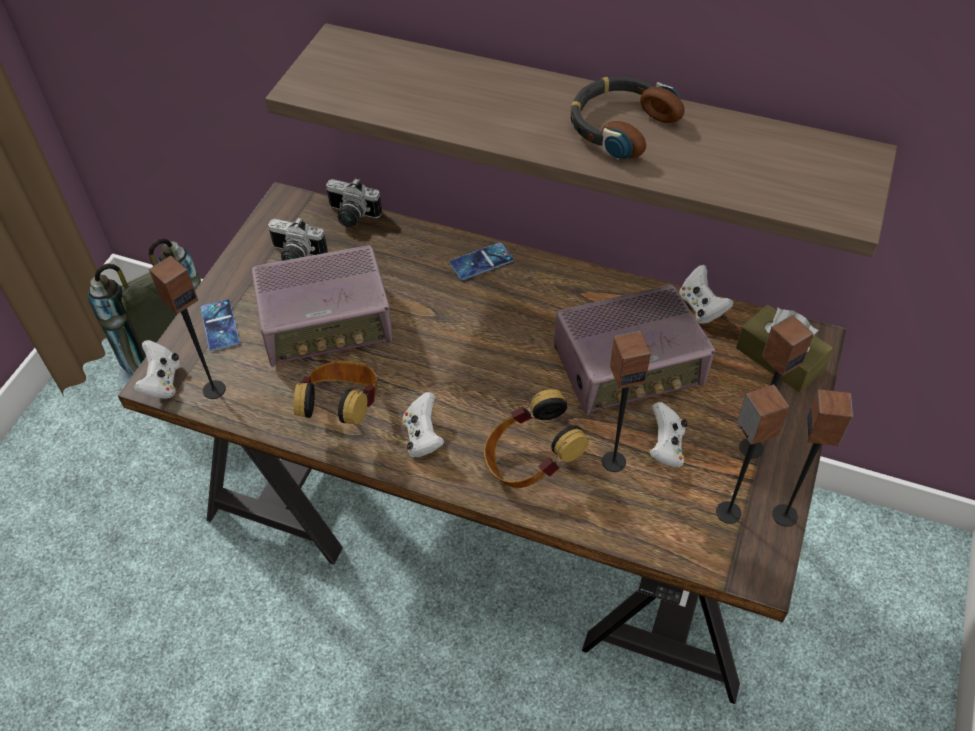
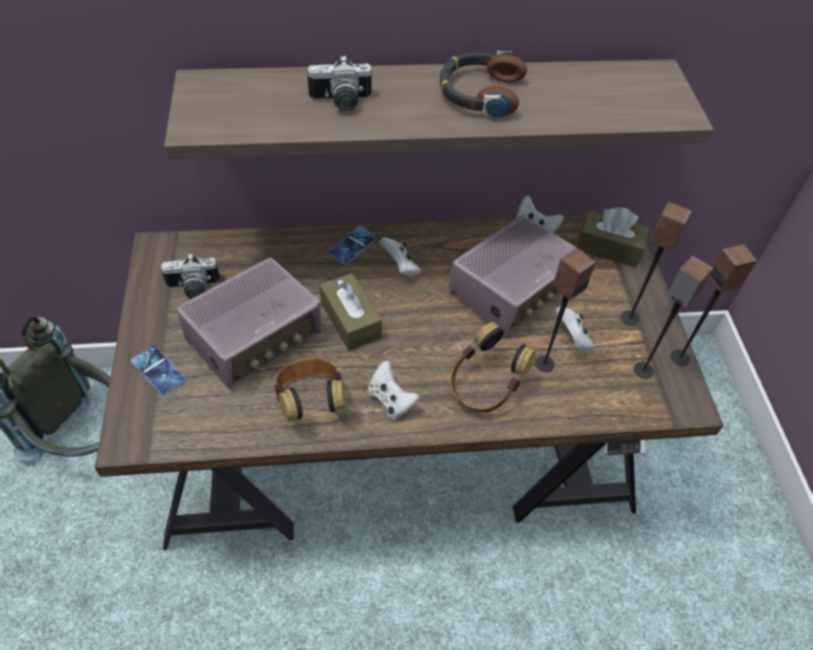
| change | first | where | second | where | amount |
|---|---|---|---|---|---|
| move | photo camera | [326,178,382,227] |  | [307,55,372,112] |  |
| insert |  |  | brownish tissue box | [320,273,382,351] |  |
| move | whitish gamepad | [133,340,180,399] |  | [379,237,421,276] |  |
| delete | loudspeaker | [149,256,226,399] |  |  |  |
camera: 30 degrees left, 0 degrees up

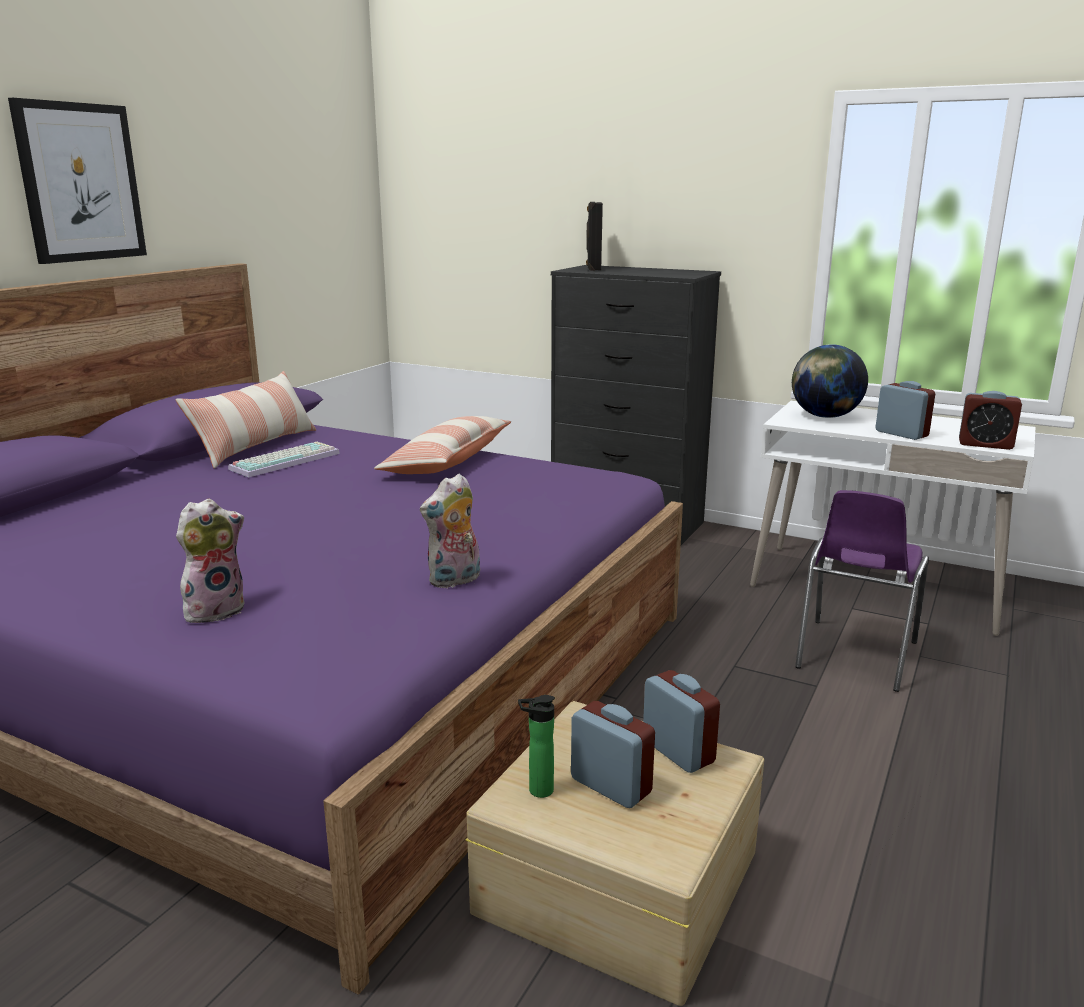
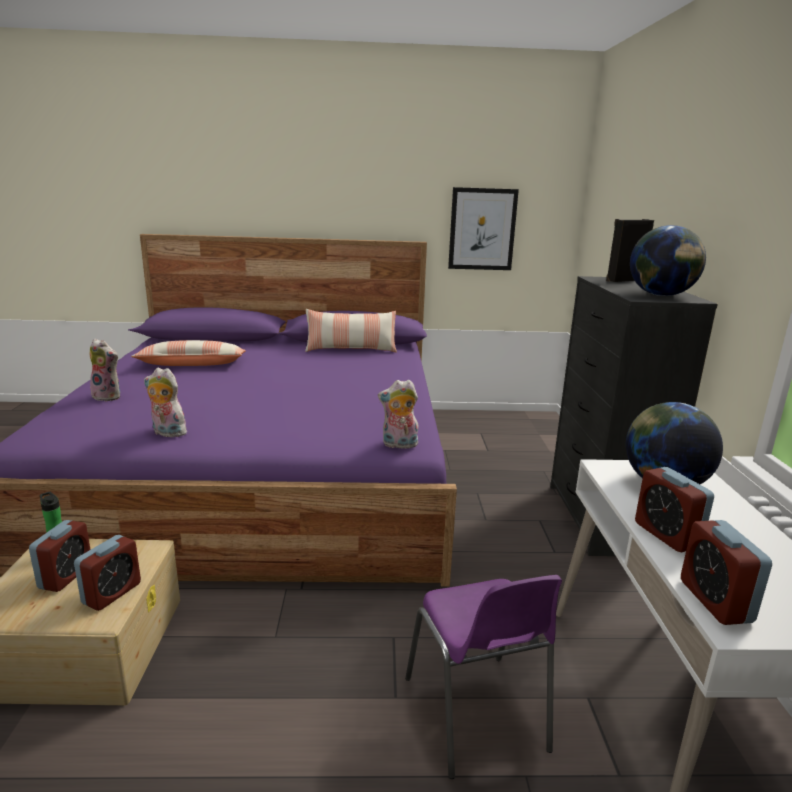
| change | first | where | second | where | amount |
|---|---|---|---|---|---|
| move | pillow | [374,416,511,474] |  | [131,340,246,366] |  |
| insert |  |  | plush toy | [378,380,419,449] |  |
| rotate | purplish plain chair | [795,490,929,692] |  | [405,575,562,779] | 105 degrees counterclockwise |
| move | picture | [8,98,147,264] |  | [448,187,519,270] |  |
| insert |  |  | world globe | [630,225,706,296] |  |
| rotate | alarm clock | [875,381,935,440] |  | [635,467,714,552] | 135 degrees clockwise |
| delete | PC keyboard | [228,442,340,477] |  |  |  |
camera: 60 degrees right, 0 degrees up

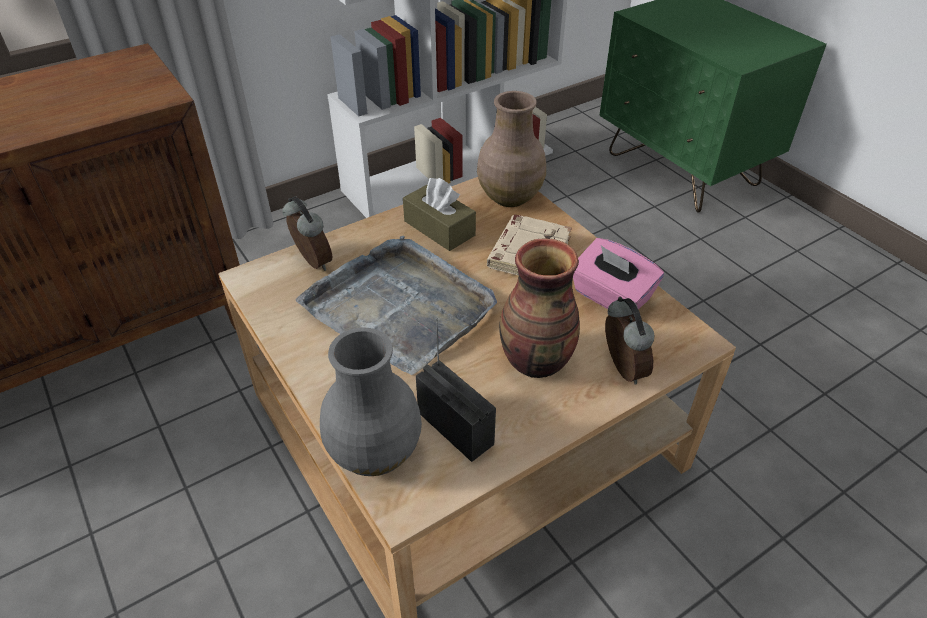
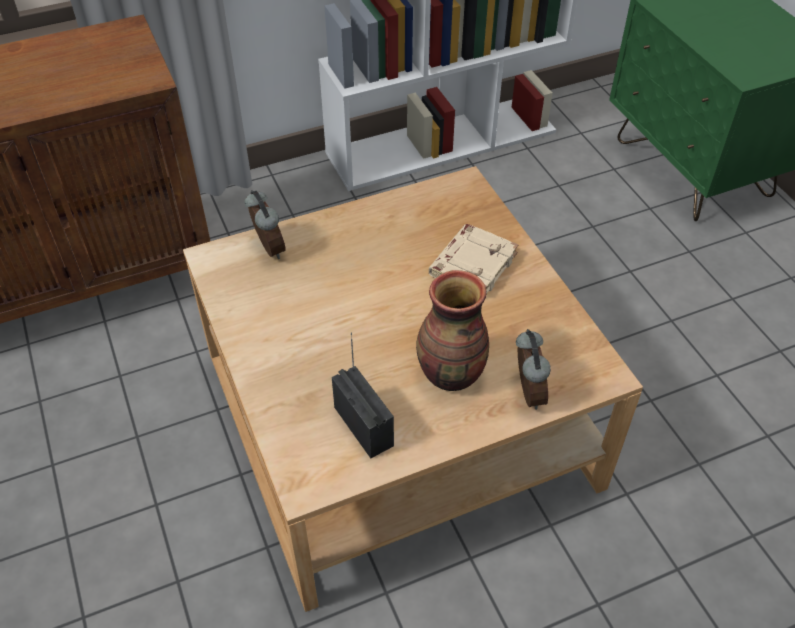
| change | first | where | second | where | amount |
|---|---|---|---|---|---|
| delete | gray tray | [296,236,497,375] |  |  |  |
| delete | gray decorative vase | [320,327,422,476] |  |  |  |
| delete | brownish tissue box | [403,178,476,251] |  |  |  |
| delete | brownish decorative vase | [477,91,546,207] |  |  |  |
| delete | pink-coloured tissue box | [573,238,664,309] |  |  |  |
camera: 10 degrees right, 5 degrees up

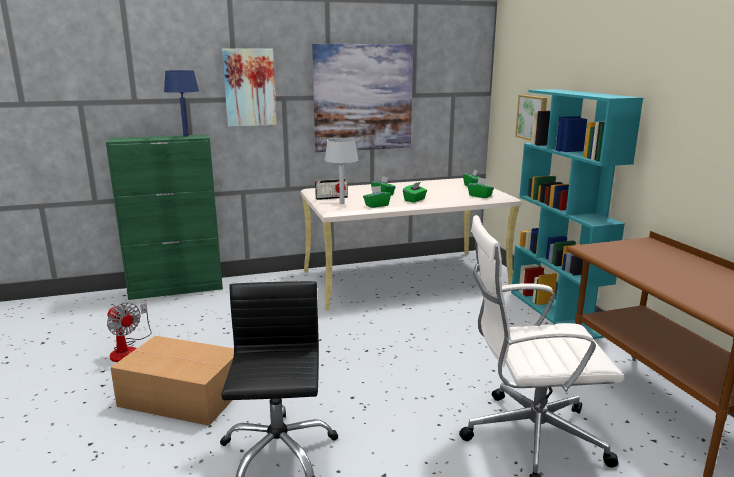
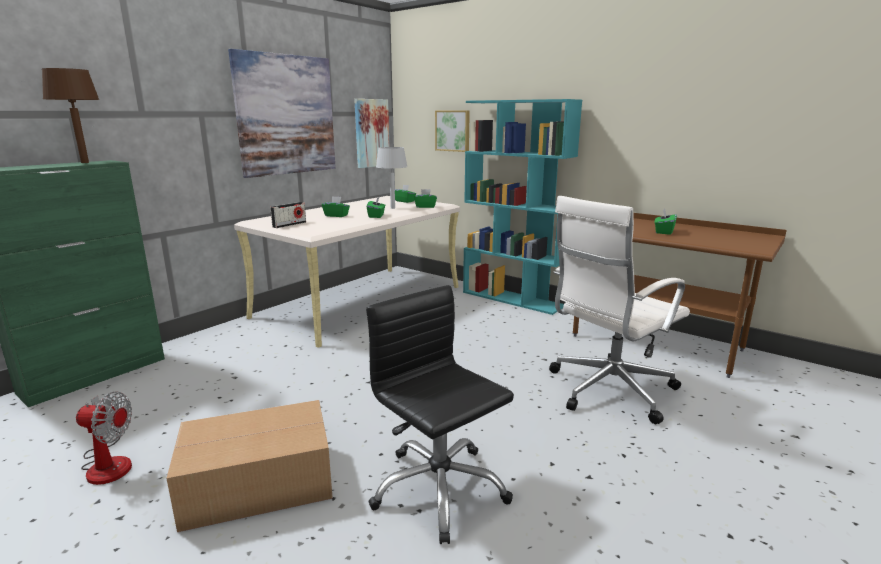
| change | first | where | second | where | amount |
|---|---|---|---|---|---|
| recolor | blue-coloured table lamp | [164,70,199,137] | brownish table lamp | [42,68,100,163] |  |
| move | picture | [222,49,277,127] |  | [354,99,390,168] |  |
| move | gray table lamp | [324,138,358,204] |  | [376,147,408,209] |  |
| move | greenish tissue box | [363,186,391,208] |  | [655,209,677,235] |  |
camera: 35 degrees left, 0 degrees up

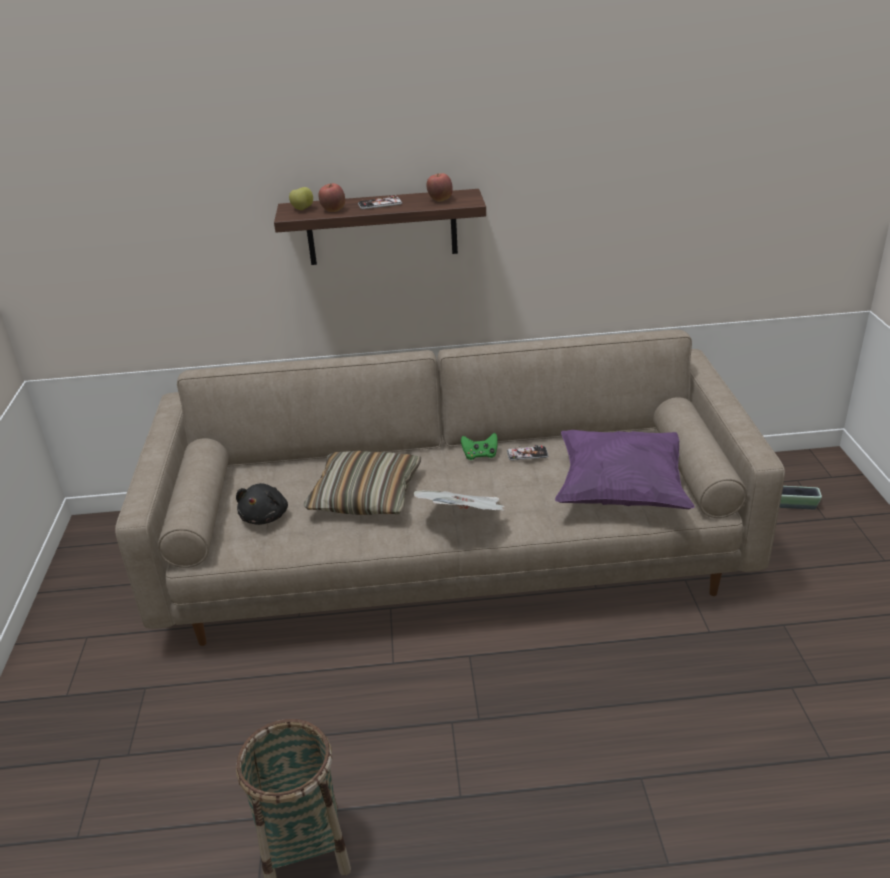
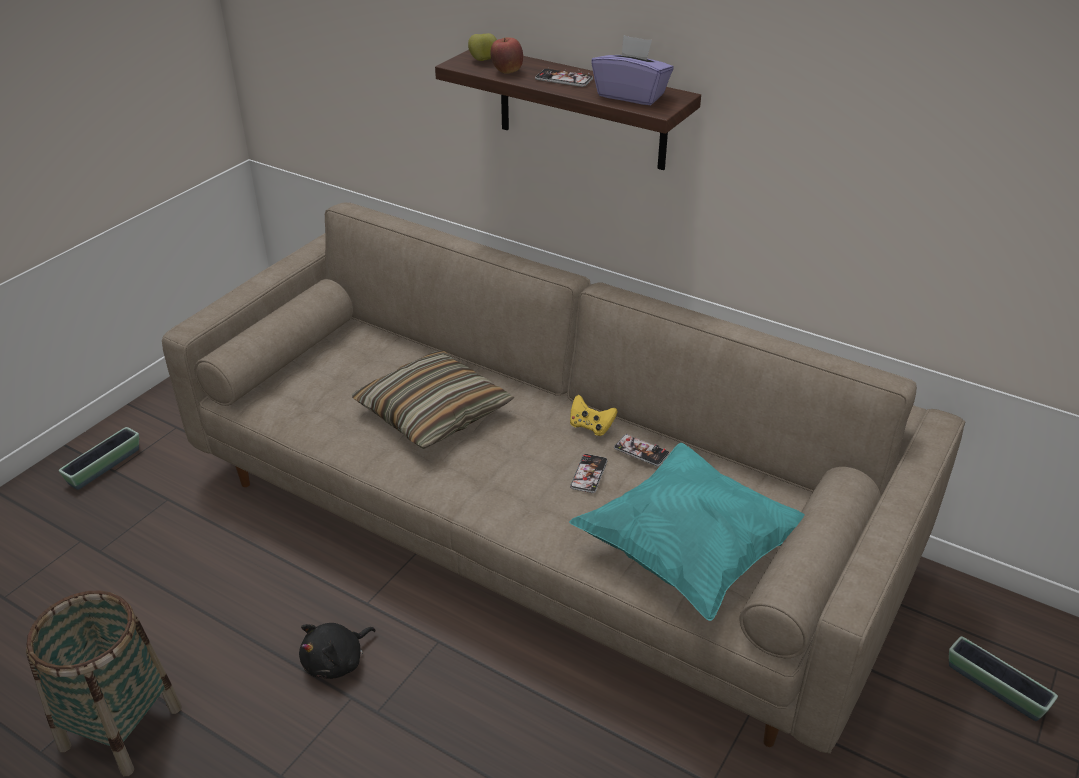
| change | first | where | second | where | amount |
|---|---|---|---|---|---|
| insert |  |  | planter | [59,427,139,490] |  |
| move | black plush toy | [236,483,288,525] |  | [299,623,376,679] |  |
| recolor | purplish pillow | [555,430,694,509] | turquoise pillow | [569,443,805,621] |  |
| recolor | greenish gamepad | [461,433,498,460] | yellowish gamepad | [570,394,618,436] |  |
| insert |  |  | telephone | [570,454,608,493] |  |
| replace | apple | [427,173,453,201] | purplish tissue box | [591,35,674,105] |  |
| delete | printed paper | [414,491,505,511] |  |  |  |
camera: 35 degrees right, 5 degrees up

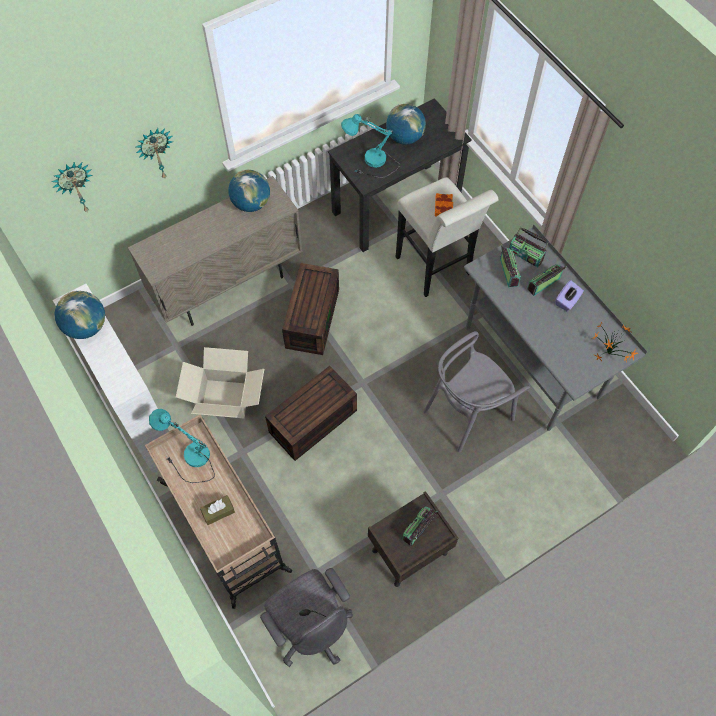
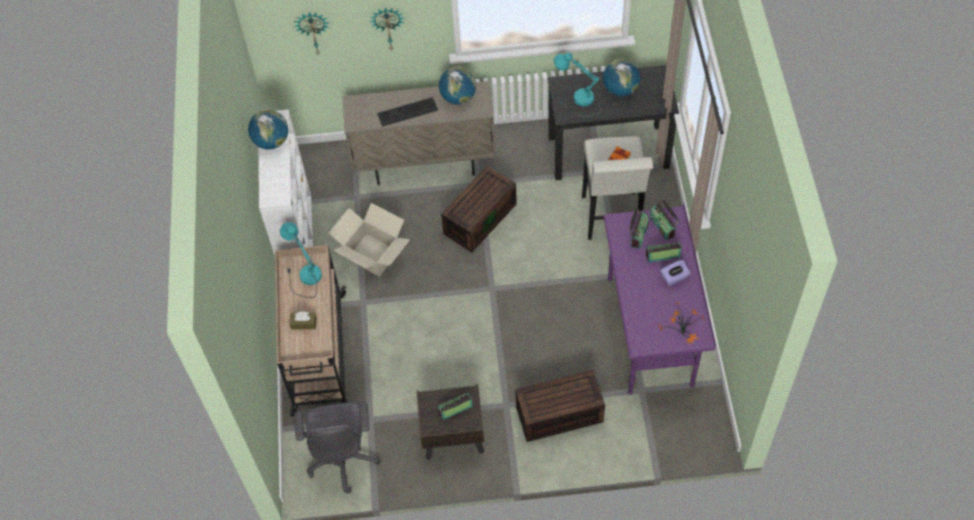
| change | first | where | second | where | amount |
|---|---|---|---|---|---|
| insert |  |  | PC keyboard | [377,97,438,127] |  |
| move | brownish storage container | [265,366,357,461] |  | [515,370,605,442] |  |
| recolor | gray desk table | [464,224,648,431] | purplish desk table | [604,204,716,395] |  |
| delete | gray plain chair | [424,331,530,452] |  |  |  |
camera: 30 degrees right, 5 degrees down

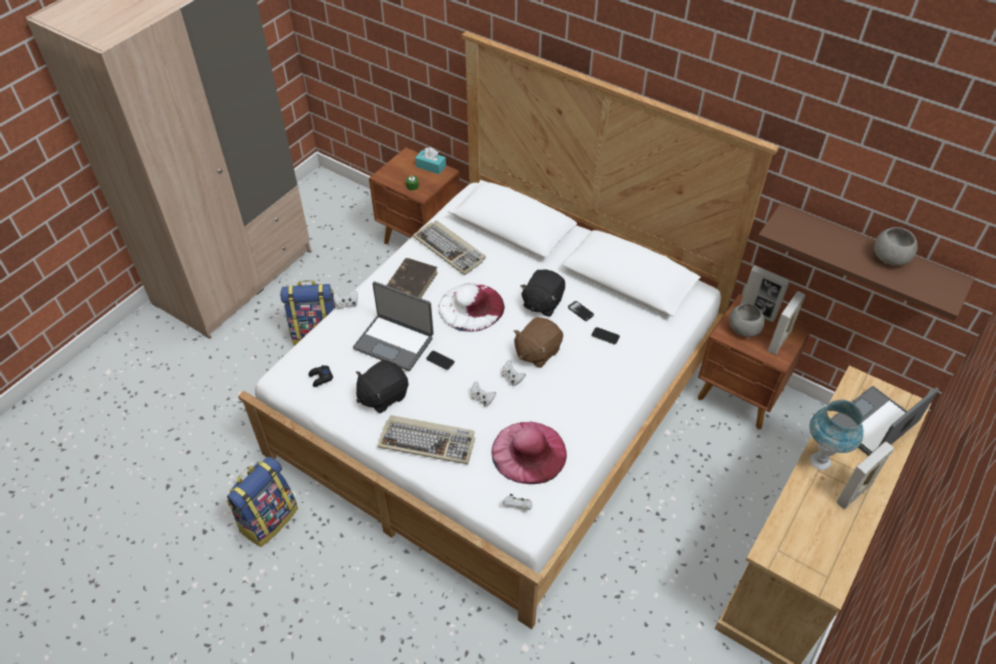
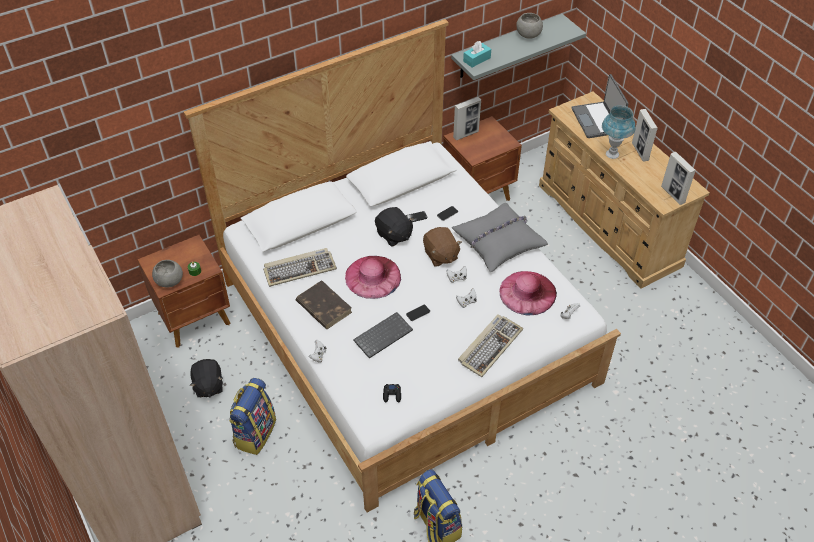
| change | first | where | second | where | amount |
|---|---|---|---|---|---|
| move | gray deep dish | [729,304,765,337] |  | [152,260,183,288] |  |
| move | black plush toy | [356,360,409,413] |  | [190,359,223,398] |  |
| recolor | whitish clothing hat | [438,283,505,332] | pink-coloured clothing hat | [345,256,401,299] |  |
| replace | notebook computer | [353,281,434,371] | PC keyboard | [353,312,413,358] |  |
| recolor | brownish bracket shelf | [757,203,974,321] | gray bracket shelf | [451,14,586,80] |  |
| insert |  |  | gray pillow | [452,203,548,272] |  |
| move | turquoise tissue box | [415,147,446,174] |  | [463,41,491,67] |  |
| move | photo frame | [768,291,806,355] |  | [661,152,696,205] |  |
camera: 65 degrees left, 0 degrees up

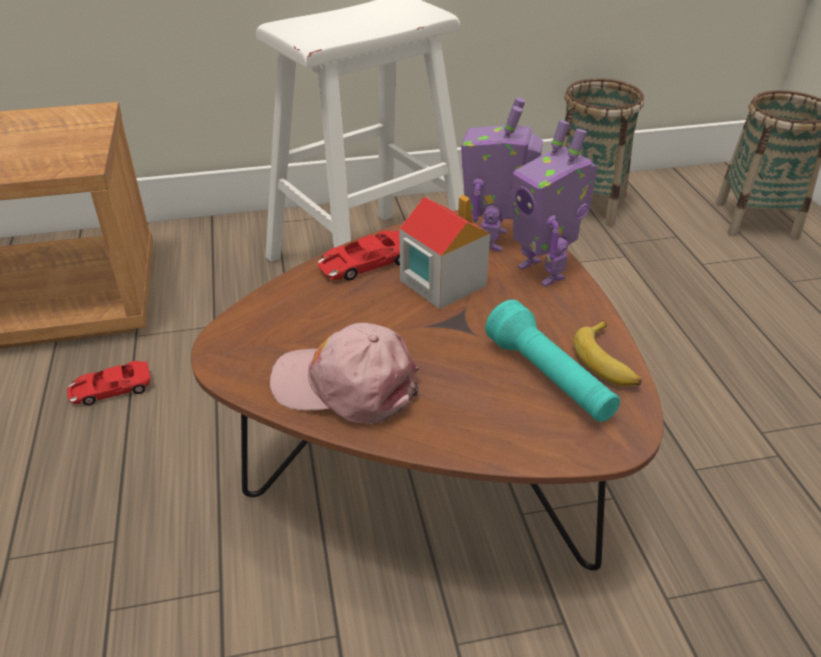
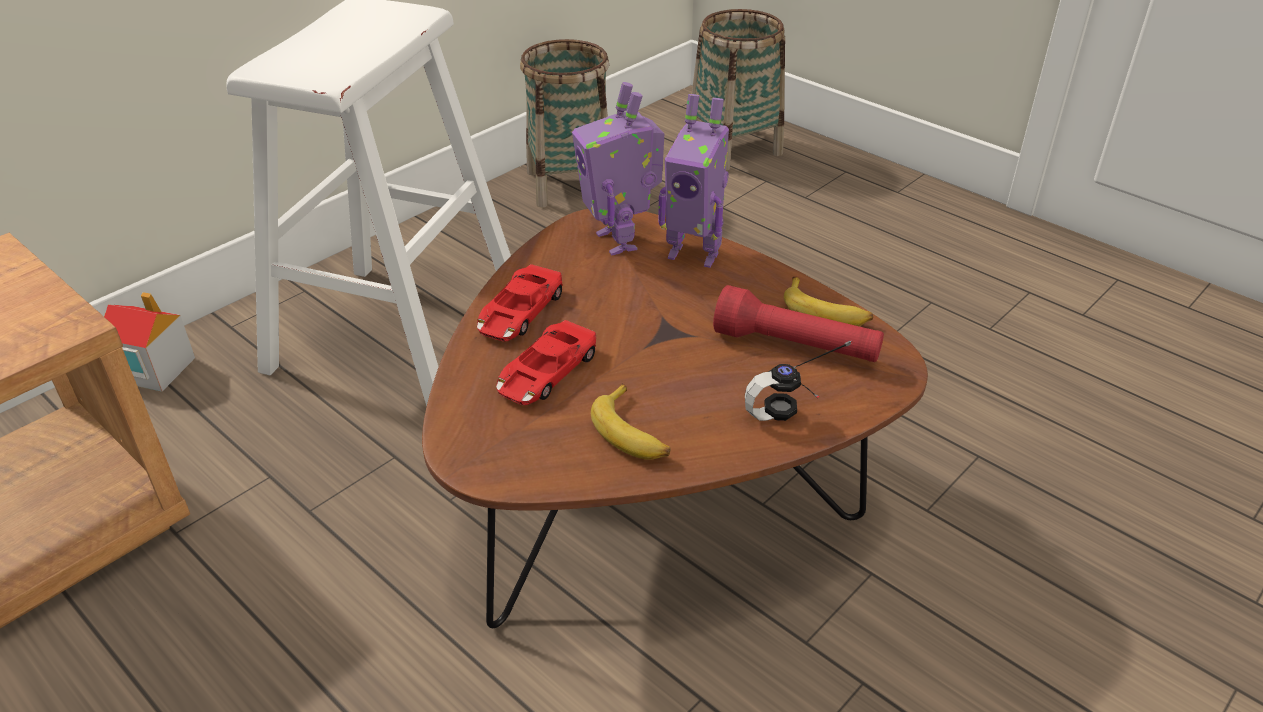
| change | first | where | second | where | amount |
|---|---|---|---|---|---|
| move | model house | [400,194,490,309] |  | [104,292,195,392] |  |
| move | red-coloured toy car | [67,361,151,405] |  | [496,320,596,405] |  |
| replace | pink-coloured cap | [270,323,419,424] | banana | [591,383,670,460] |  |
| recolor | turquoise hand torch | [485,299,620,422] | red-coloured hand torch | [713,285,884,362] |  |
| insert |  |  | pair of headphones | [745,341,852,421] |  |
camera: 35 degrees left, 0 degrees up

